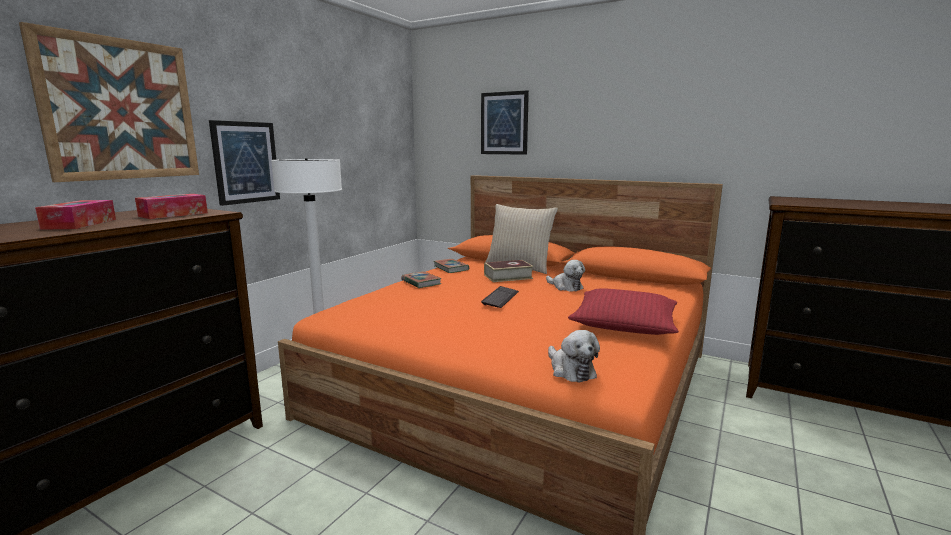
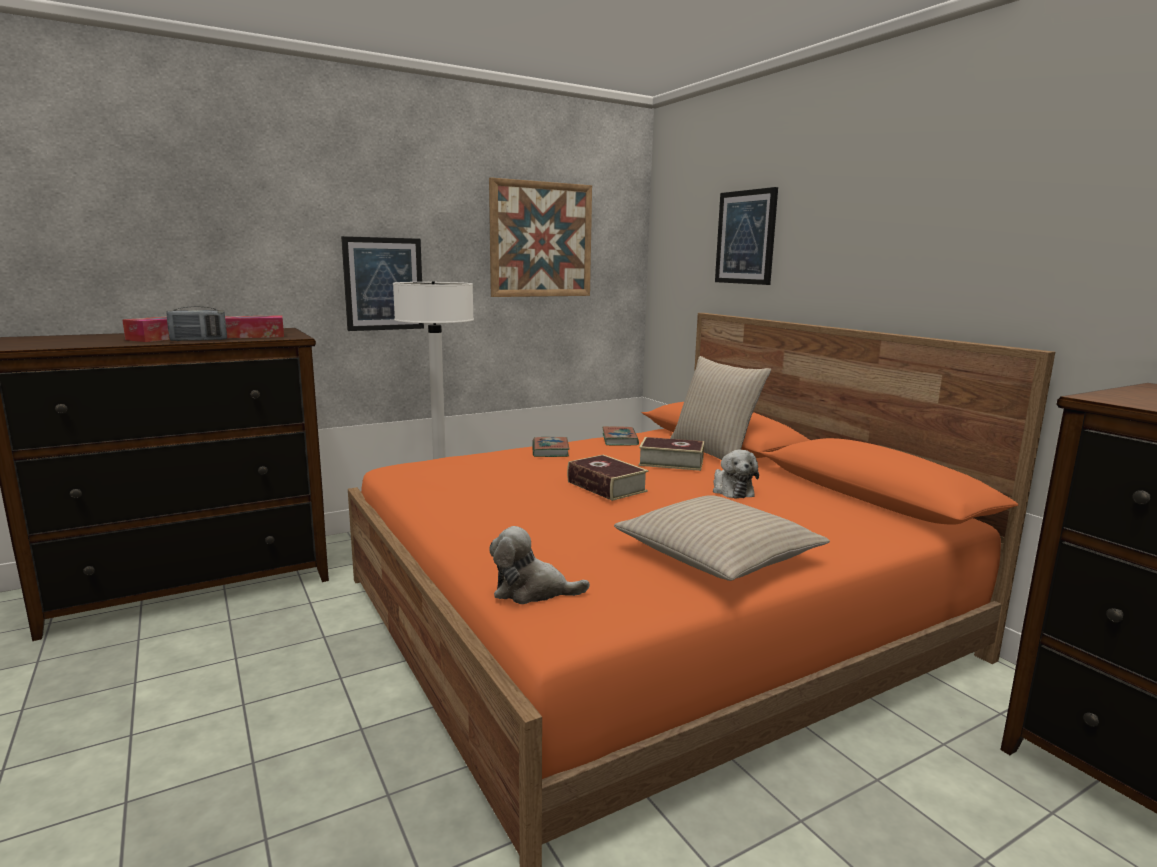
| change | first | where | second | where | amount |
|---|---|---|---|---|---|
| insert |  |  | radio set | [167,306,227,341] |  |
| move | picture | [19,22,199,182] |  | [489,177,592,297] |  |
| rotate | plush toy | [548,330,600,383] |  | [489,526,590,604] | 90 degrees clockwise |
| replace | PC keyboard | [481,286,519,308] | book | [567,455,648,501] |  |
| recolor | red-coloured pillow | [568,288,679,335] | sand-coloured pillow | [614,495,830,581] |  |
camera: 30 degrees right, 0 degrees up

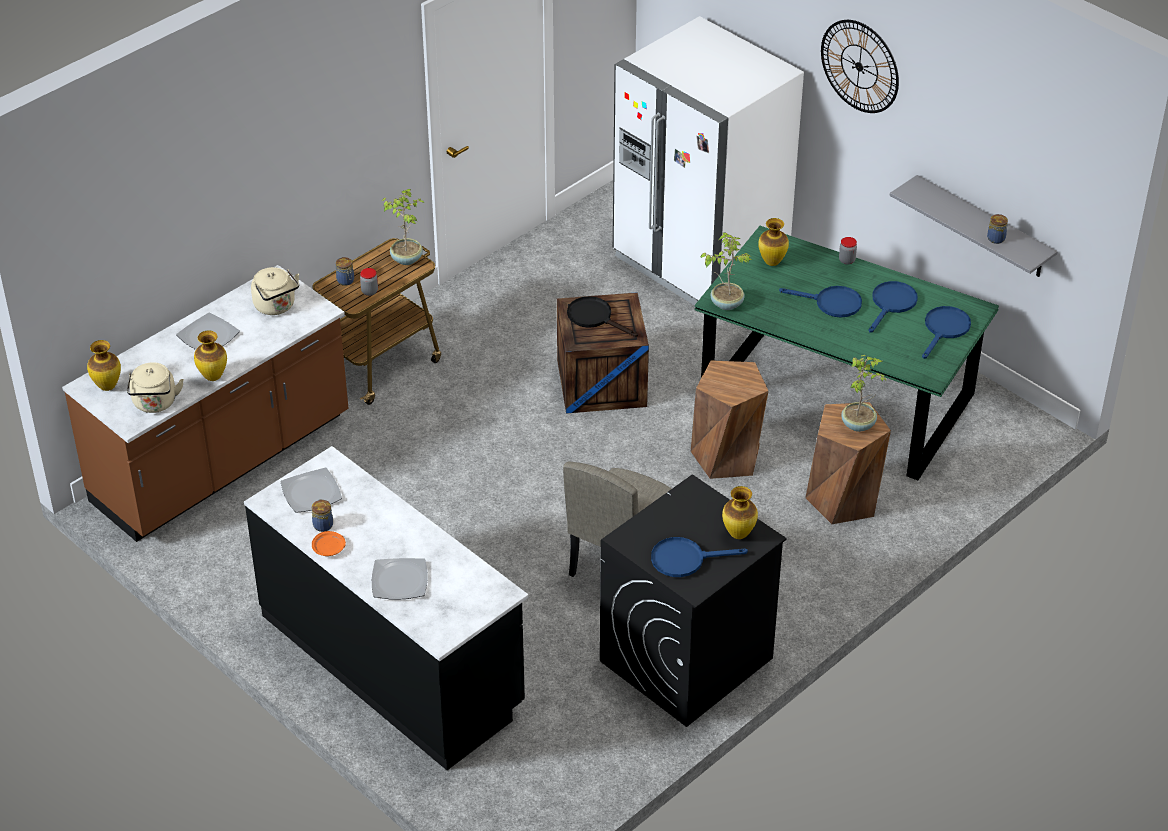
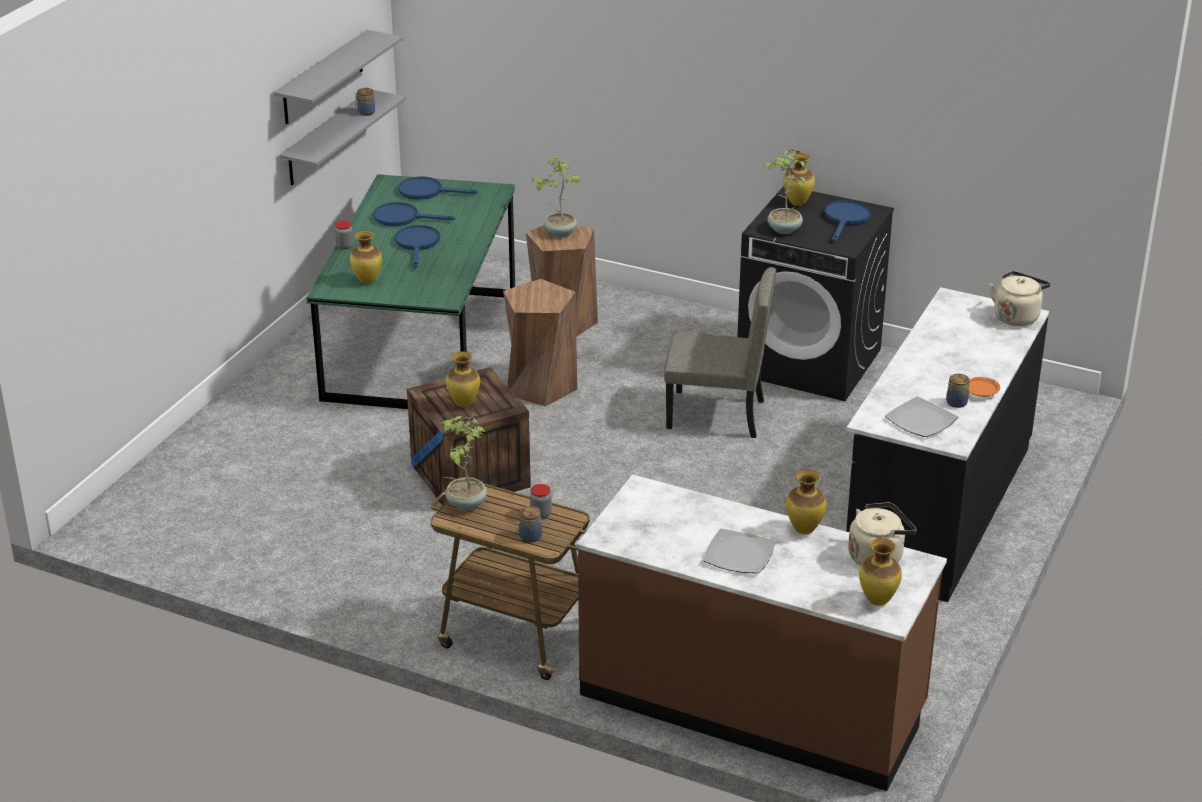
| change | first | where | second | where | amount |
|---|---|---|---|---|---|
| insert |  |  | gray bracket shelf | [274,30,403,124] |  |
| replace | black pan | [567,296,638,337] | decorative vase | [446,351,480,407] |  |
| move | houseplant | [700,232,752,310] |  | [763,148,805,234] |  |
| rotate | blue-coloured pan | [651,537,748,577] |  | [825,200,871,242] | 135 degrees counterclockwise |
| move | sand-coloured water kettle | [251,267,299,315] |  | [989,271,1050,326] |  |
| delete | plate | [372,558,428,599] |  |  |  |
| delete | whitish kitchen fridge | [613,16,804,305] |  |  |  |
| delete | clock on the wall | [821,20,899,113] |  |  |  |
camera: 110 degrees left, 10 degrees down

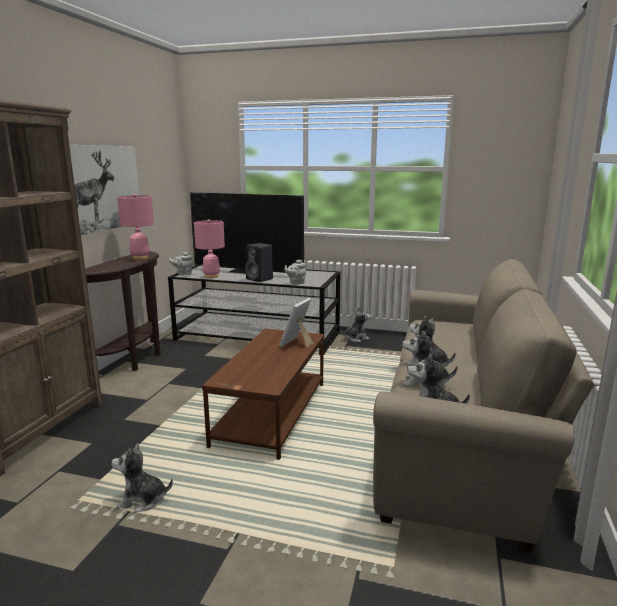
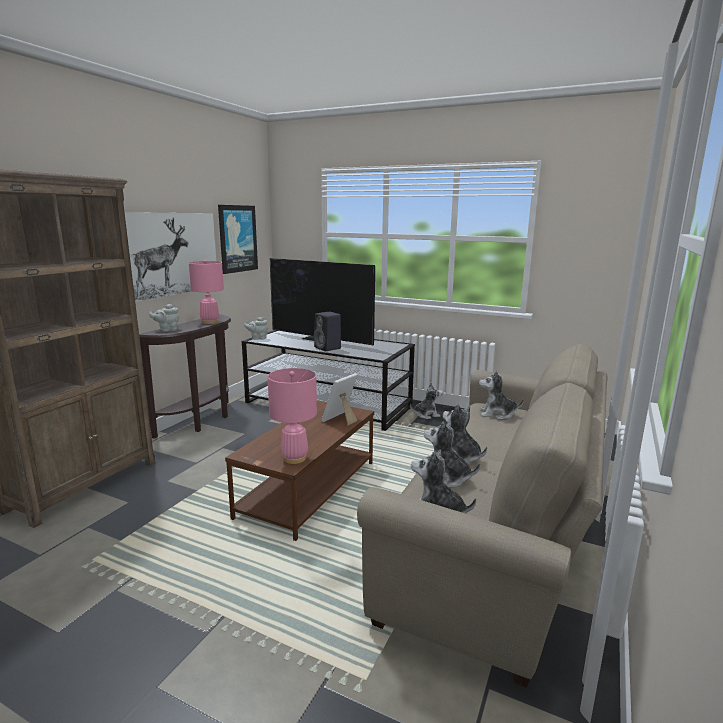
| change | first | where | second | where | amount |
|---|---|---|---|---|---|
| move | gray teapot | [285,259,306,285] |  | [149,304,179,332] |  |
| insert |  |  | picture | [218,205,258,274] |  |
| move | pink-coloured table lamp | [194,219,225,278] |  | [268,368,317,464] |  |
| move | plush toy | [111,443,173,512] |  | [479,371,524,420] |  |
camera: 10 degrees right, 0 degrees up

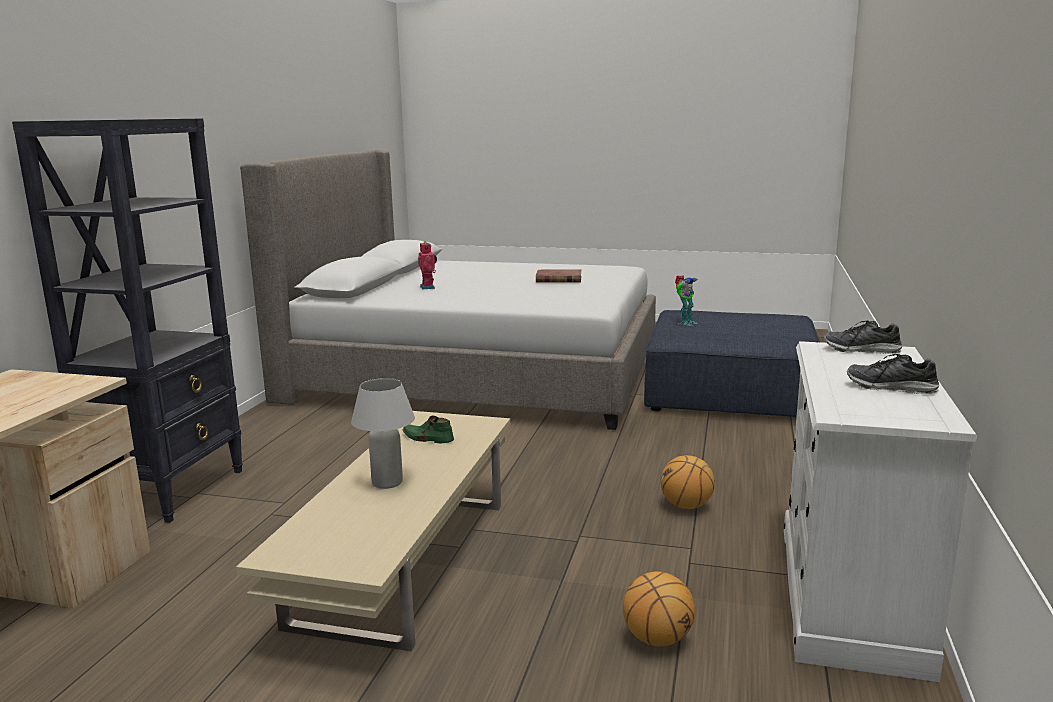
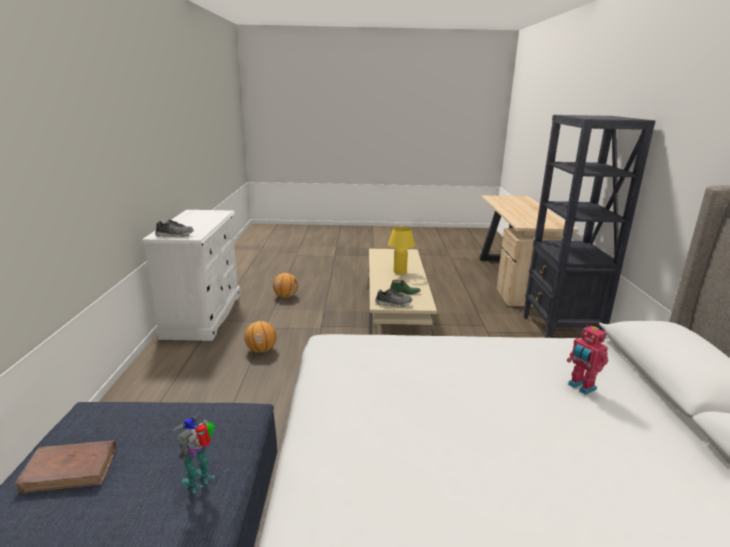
| change | first | where | second | where | amount |
|---|---|---|---|---|---|
| move | brownish book | [536,270,581,282] |  | [14,440,116,494] |  |
| move | item of footwear | [847,354,939,394] |  | [375,289,412,307] |  |
| recolor | whitish table lamp | [351,378,415,489] | yellowish table lamp | [388,227,415,274] |  |
camera: 165 degrees right, 5 degrees up

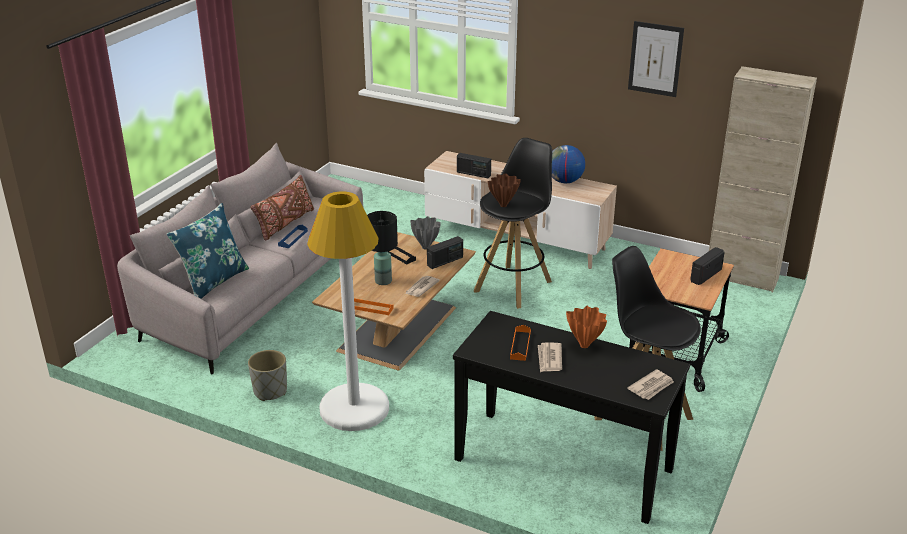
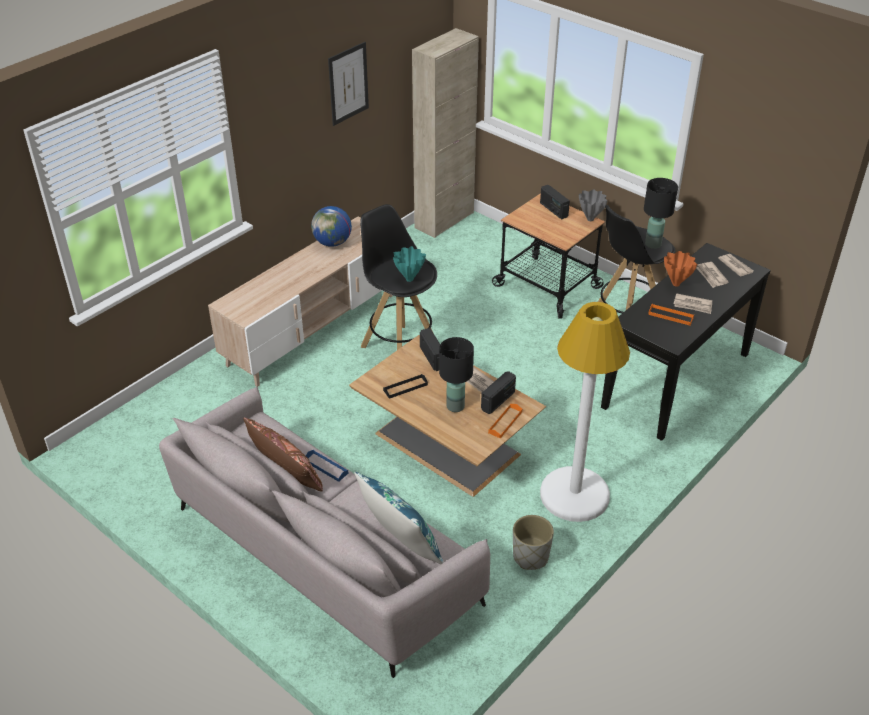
| change | first | where | second | where | amount |
|---|---|---|---|---|---|
| recolor | brownish decorative vase | [488,174,521,207] | turquoise decorative vase | [393,246,426,282] |  |
| move | radio set | [457,153,491,178] |  | [481,371,516,414] |  |
| move | gray decorative vase | [410,216,441,249] |  | [579,189,608,221] |  |
| insert |  |  | black table lamp | [644,178,678,249] |  |
| insert |  |  | printed paper | [696,262,729,288] |  |
camera: 75 degrees left, 10 degrees up

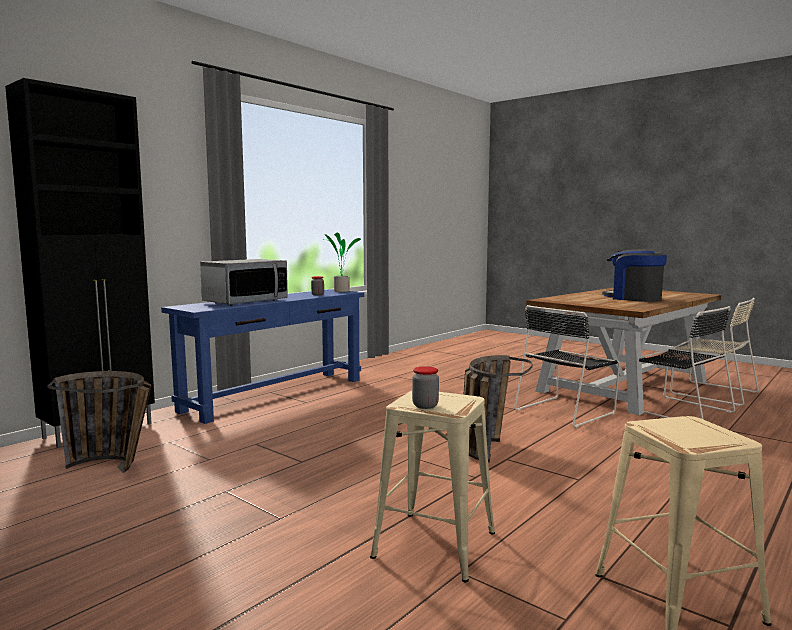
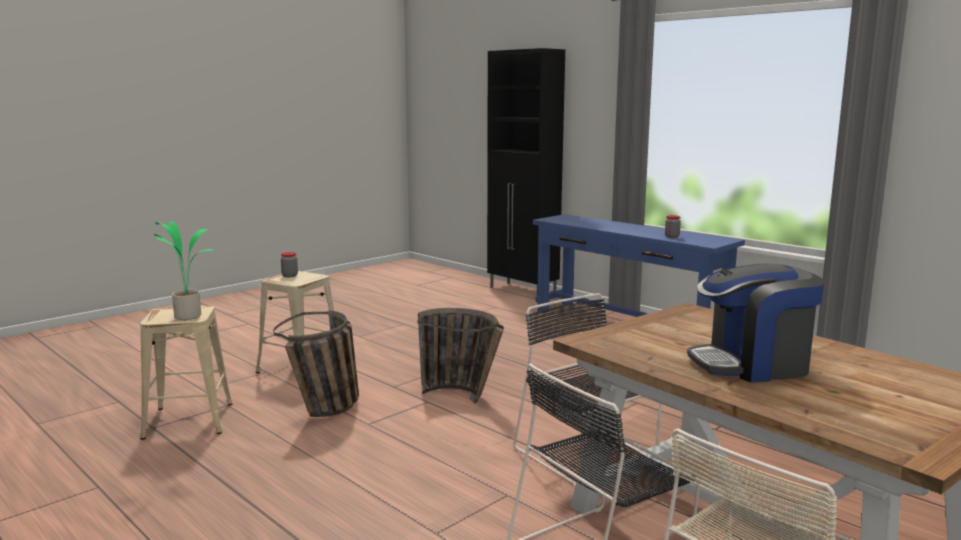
| change | first | where | second | where | amount |
|---|---|---|---|---|---|
| move | houseplant | [323,233,361,292] |  | [154,221,214,320] |  |
| move | storage basket | [47,371,151,473] |  | [273,310,359,417] |  |
| rotate | coffee brewer | [602,249,667,302] |  | [687,264,824,382] | 150 degrees counterclockwise |
| delete | microwave | [200,259,288,306] |  |  |  |
camera: 95 degrees right, 5 degrees up

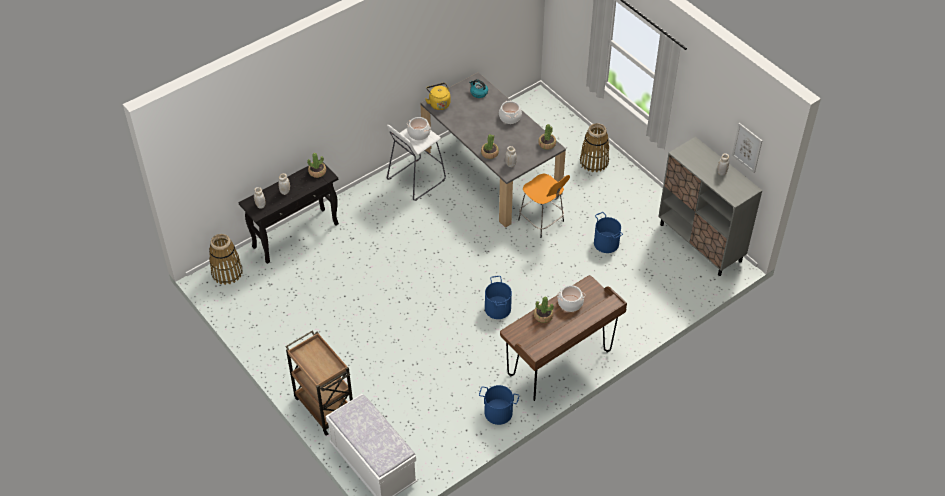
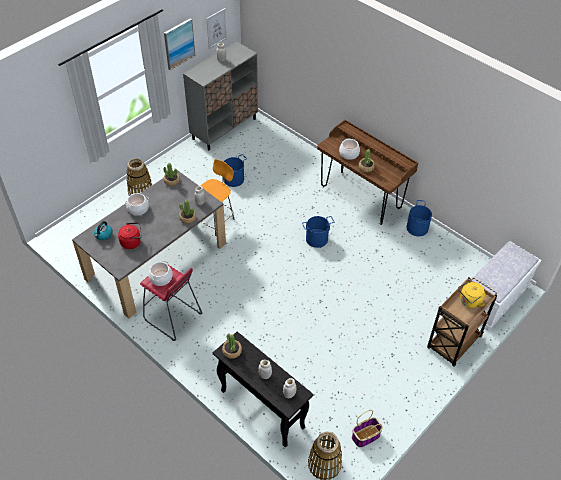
| change | first | where | second | where | amount |
|---|---|---|---|---|---|
| insert |  |  | red-coloured water kettle | [118,222,142,249] |  |
| recolor | whitish stool seat | [387,125,446,201] | red-coloured stool seat | [140,265,203,341] |  |
| insert |  |  | picture | [164,18,195,70] |  |
| insert |  |  | storage basket | [352,410,383,447] |  |
| move | yellowish water kettle | [425,83,450,110] |  | [458,281,485,308] |  |
camera: 100 degrees left, 0 degrees up

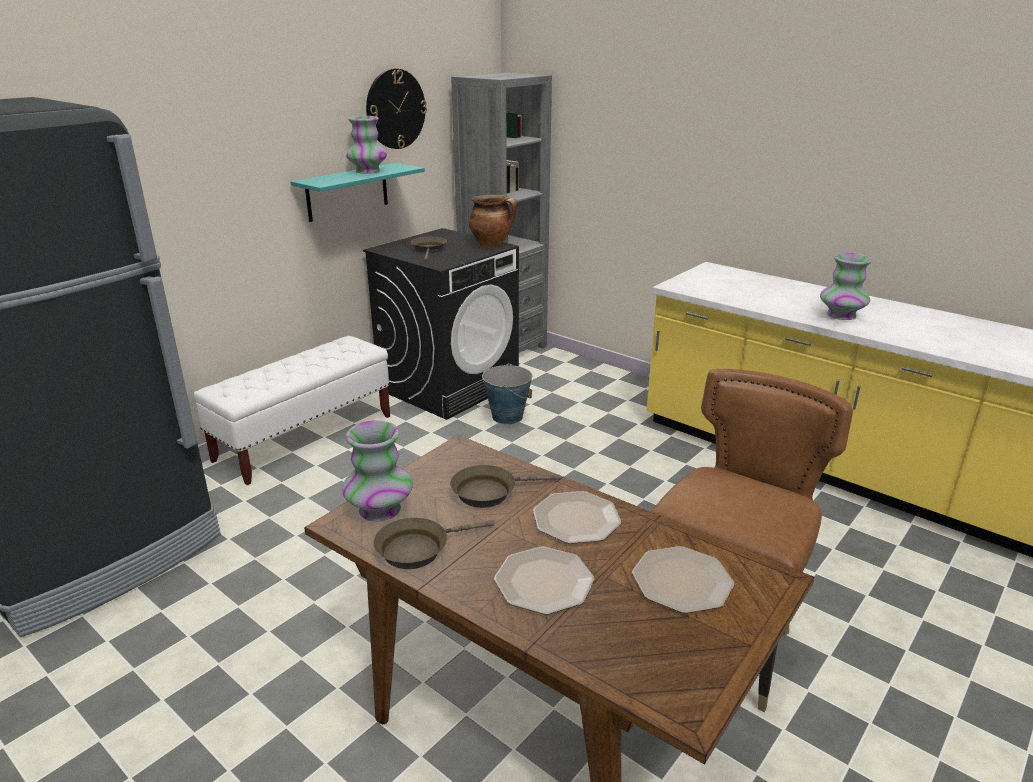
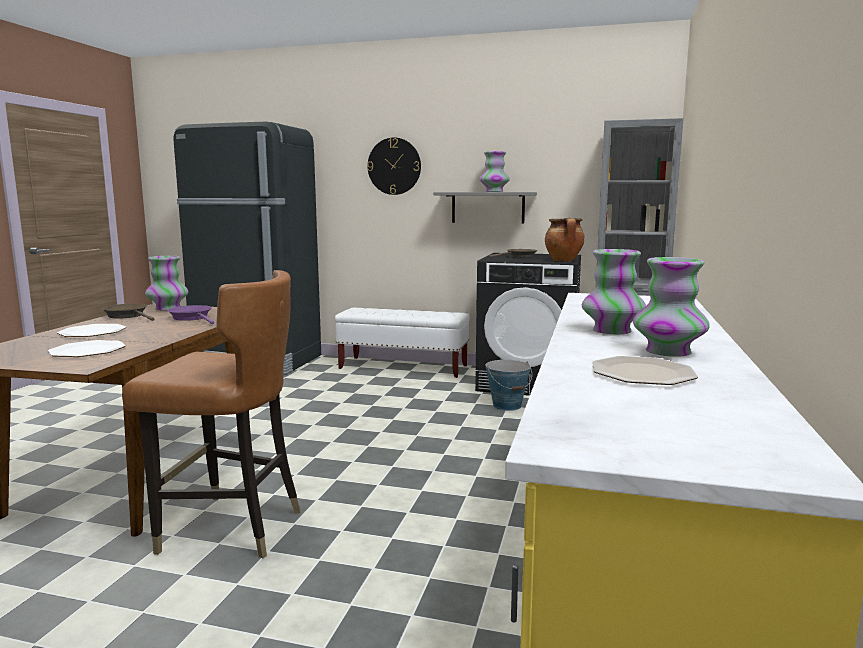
| change | first | where | second | where | amount |
|---|---|---|---|---|---|
| recolor | brownish pan | [450,465,560,508] | purplish pan | [167,305,214,324] |  |
| move | clock on the wall | [366,69,427,149] |  | [367,138,421,195] |  |
| recolor | turquoise bracket shelf | [290,163,425,222] | gray bracket shelf | [433,192,537,223] |  |
| move | plate | [533,491,621,544] |  | [592,356,698,385] |  |
| insert |  |  | decorative vase | [633,257,710,357] |  |
camera: 65 degrees right, 15 degrees down

